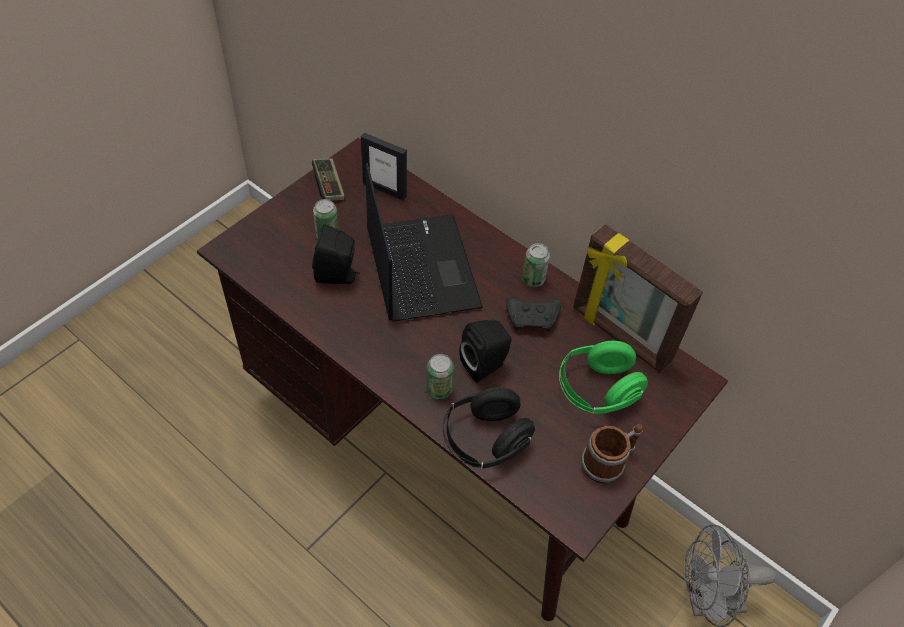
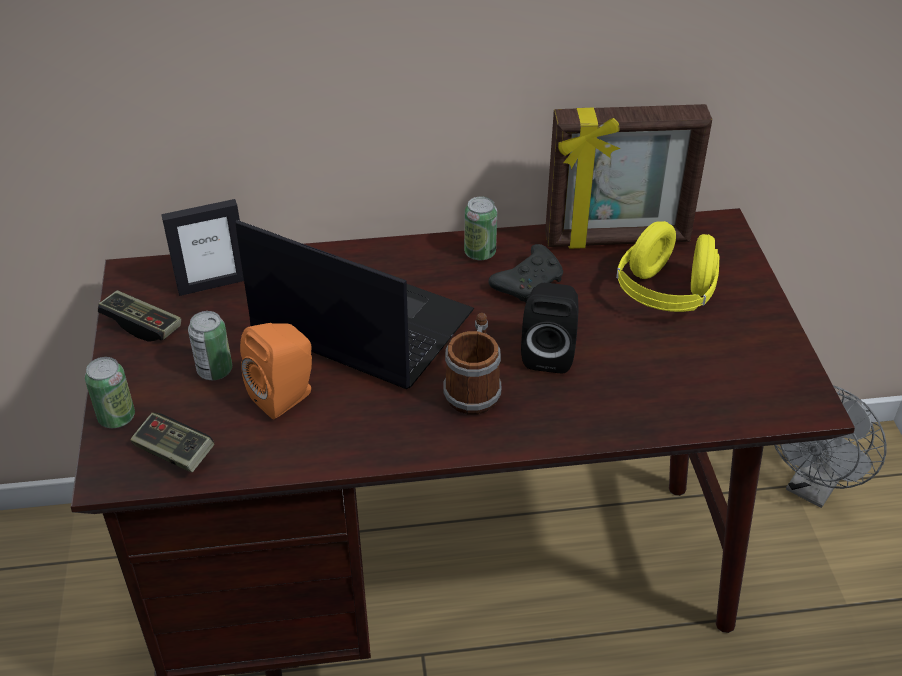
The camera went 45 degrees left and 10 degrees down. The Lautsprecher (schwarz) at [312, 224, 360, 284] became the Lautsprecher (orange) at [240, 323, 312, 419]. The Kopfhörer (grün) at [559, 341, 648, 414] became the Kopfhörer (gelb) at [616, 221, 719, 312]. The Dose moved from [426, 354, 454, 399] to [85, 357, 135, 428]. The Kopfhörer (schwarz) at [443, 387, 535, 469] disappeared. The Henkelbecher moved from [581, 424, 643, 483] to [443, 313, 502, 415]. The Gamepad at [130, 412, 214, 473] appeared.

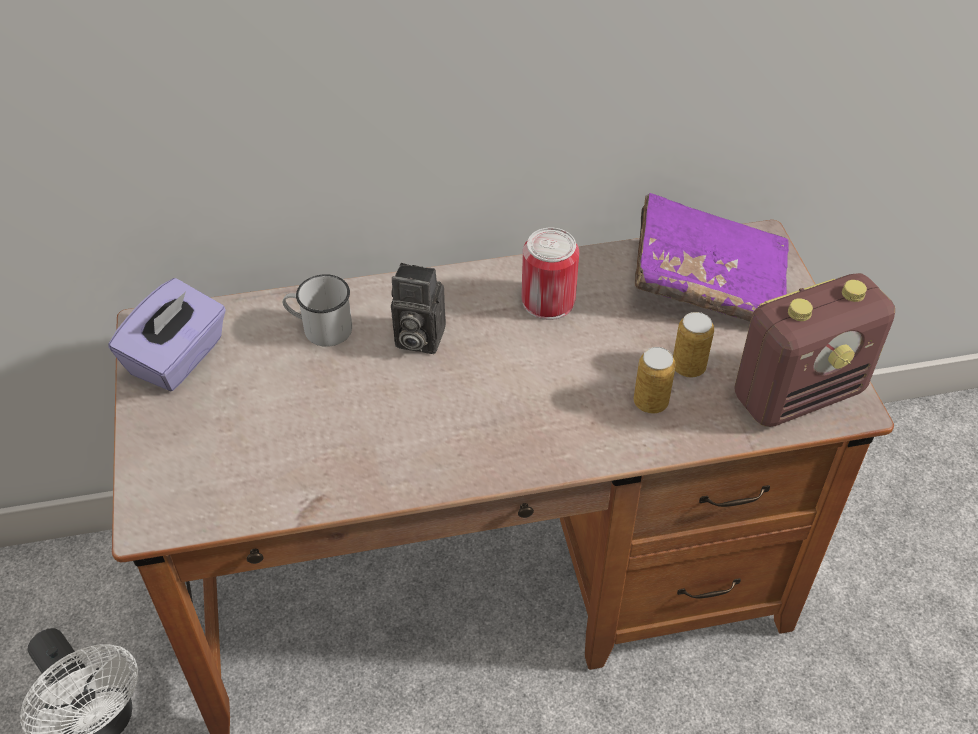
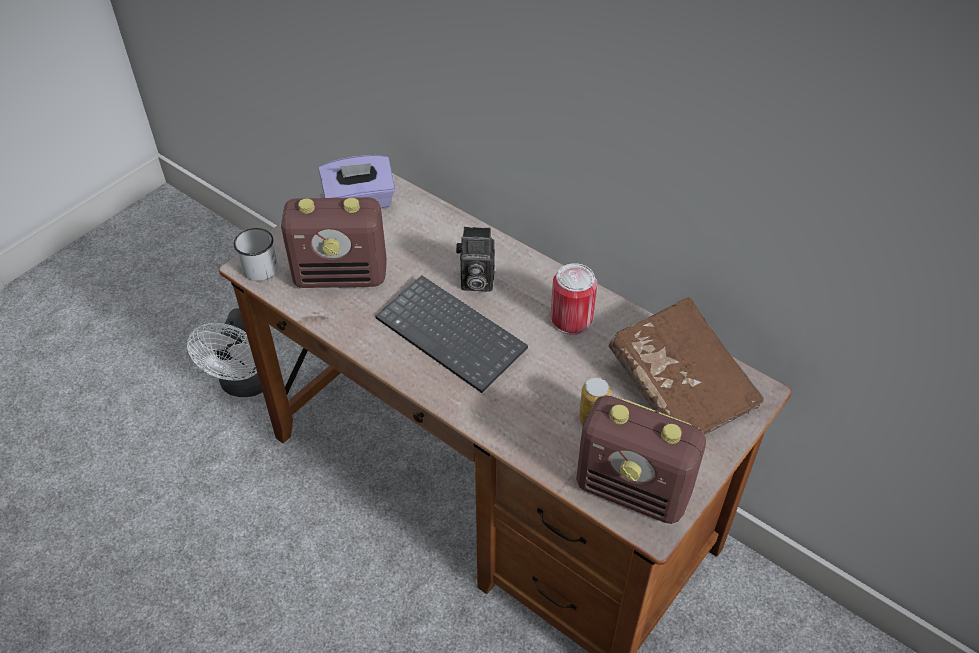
The camera went 50 degrees right and 0 degrees up. The Buch (lila) at [635, 193, 789, 322] became the Buch (braun) at [608, 297, 764, 435]. The Kamera at [391, 263, 446, 354] turned 60 degrees counterclockwise. The Henkelbecher (weiß) moved from [283, 274, 352, 347] to [234, 228, 278, 281]. The Dose at [634, 347, 676, 413] disappeared. The Radio at [281, 197, 387, 288] appeared. The Tastatur at [376, 275, 528, 393] appeared.

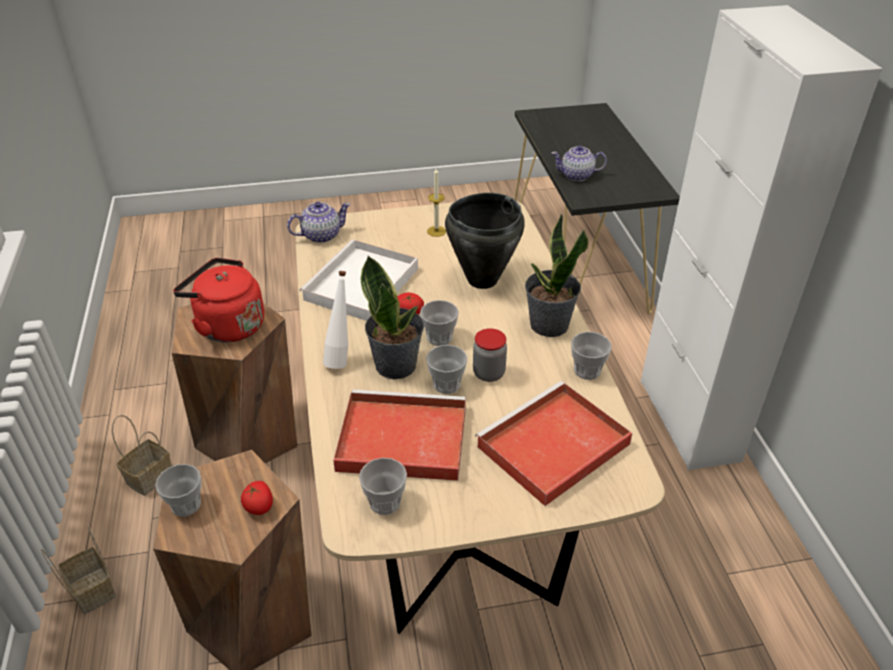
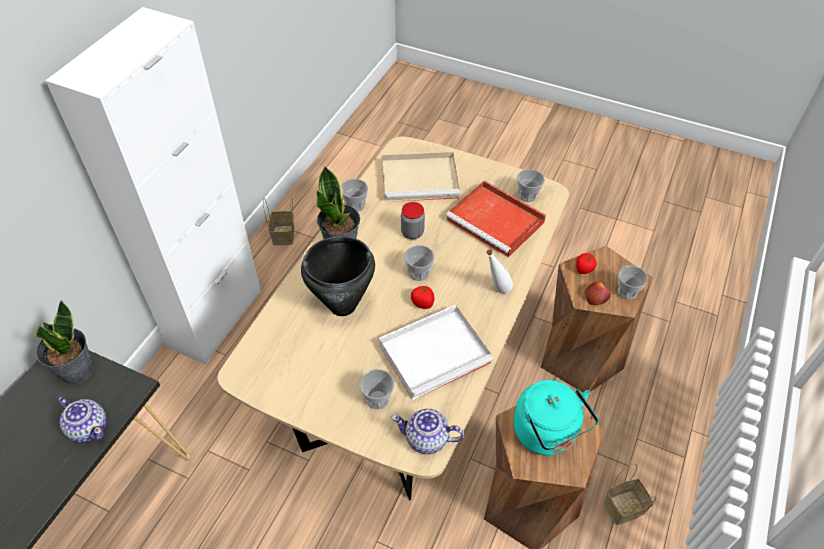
The camera went 145 degrees left and 10 degrees up. The Kerze at [427, 168, 446, 237] disappeared. The Topfpflanze moved from [361, 256, 424, 379] to [34, 299, 94, 384]. The Wasserkessel (rot) at [173, 258, 264, 342] became the Wasserkessel (türkis) at [513, 380, 599, 456]. The Tasse moved from [426, 345, 467, 394] to [359, 369, 394, 409]. The Tablett (rot) at [475, 381, 632, 506] became the Tablett (beige) at [382, 151, 460, 202]. The Korb moved from [41, 526, 116, 614] to [263, 197, 294, 245]. The Apfel at [585, 281, 611, 305] appeared.

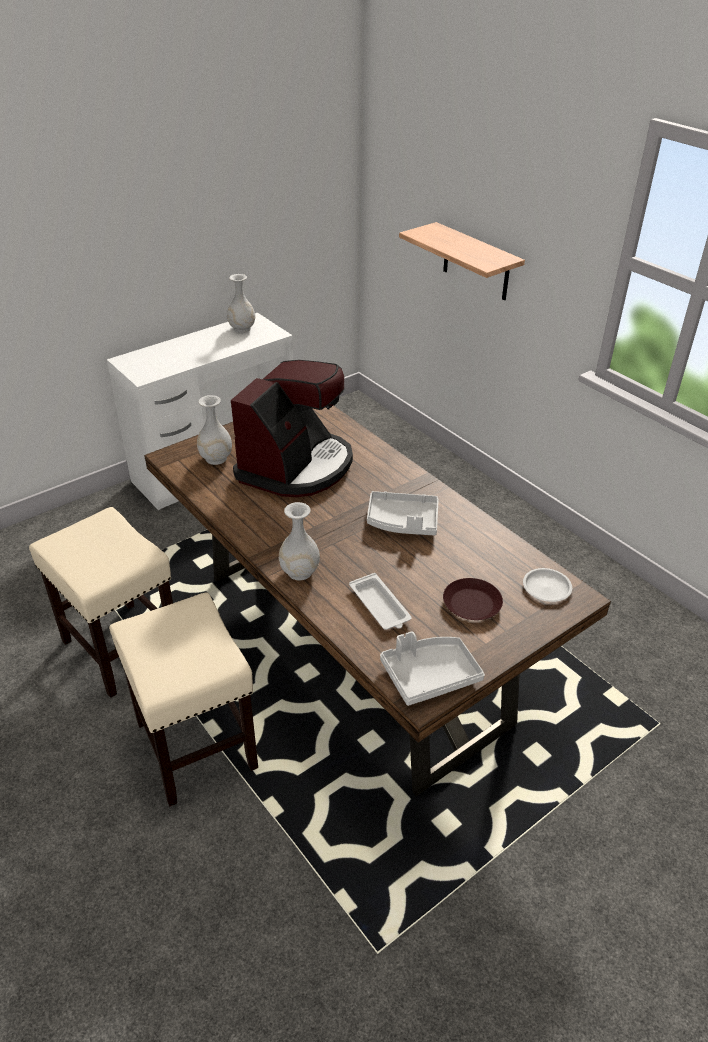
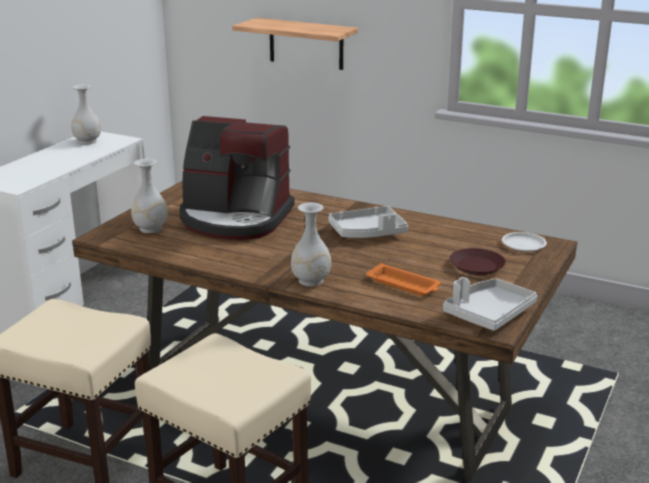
The camera went 25 degrees left and 15 degrees down. The Kaffeemaschine at [231, 360, 353, 497] turned 105 degrees clockwise. The Tablett (weiß) at [349, 573, 412, 630] became the Tablett (orange) at [366, 263, 441, 296].

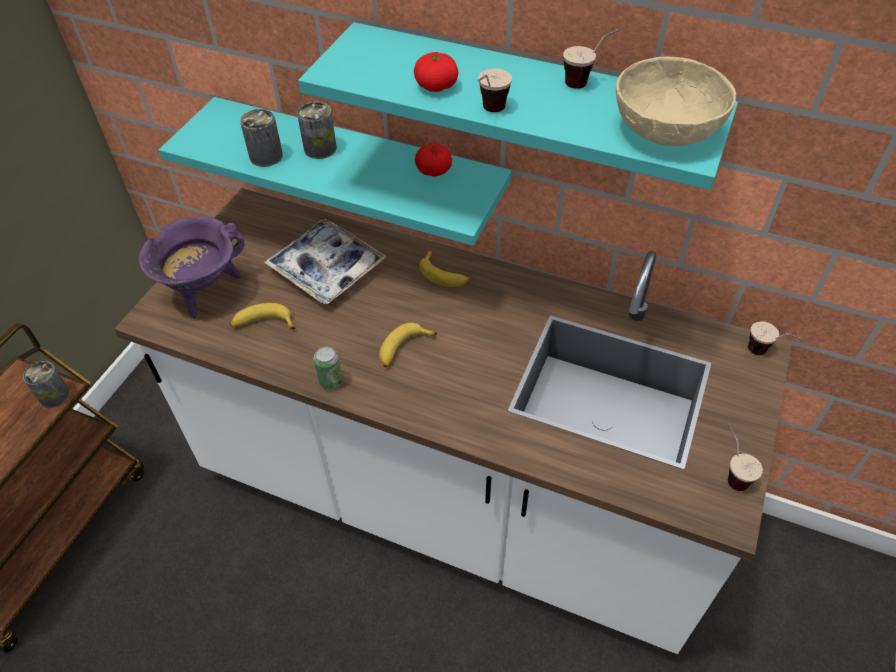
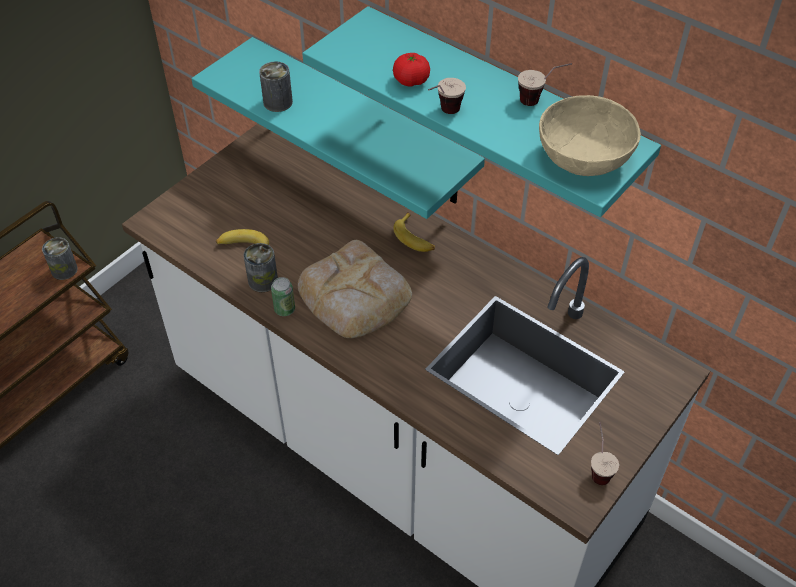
The camera went 15 degrees right and 0 degrees up. The Dose moved from [297, 101, 337, 159] to [244, 243, 278, 292]. The Tomate at [415, 143, 452, 177] disappeared. The Kochtopf (lila) at [138, 217, 245, 318] disappeared. The Tablett at [264, 219, 387, 304] disappeared. The Tasse at [748, 322, 805, 355] disappeared. The Banane at [379, 323, 437, 367] was replaced by the Brot at [298, 240, 412, 338].

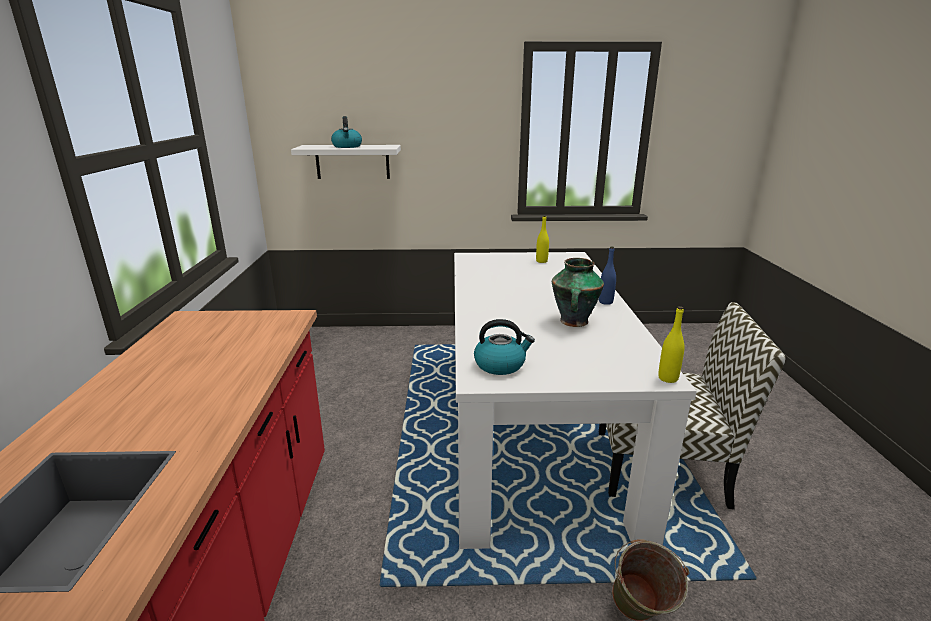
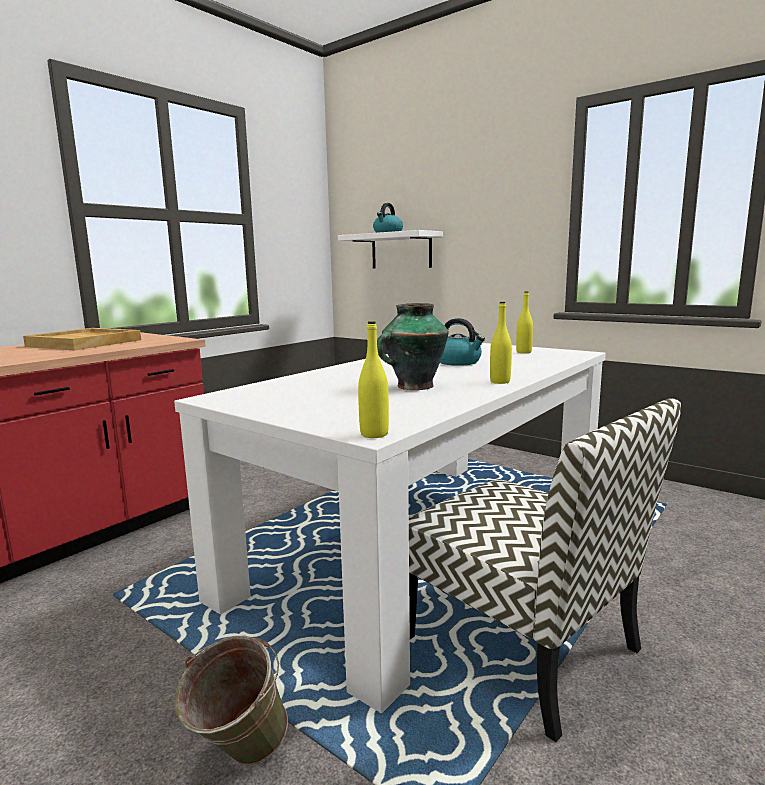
The camera went 40 degrees right and 10 degrees down. The Flasche (blau) at [599, 247, 616, 305] became the Flasche (gelb) at [490, 302, 512, 384]. The Wasserkessel moved from [474, 319, 535, 375] to [440, 318, 485, 366]. The Tablett (beige) at [23, 328, 141, 351] appeared.

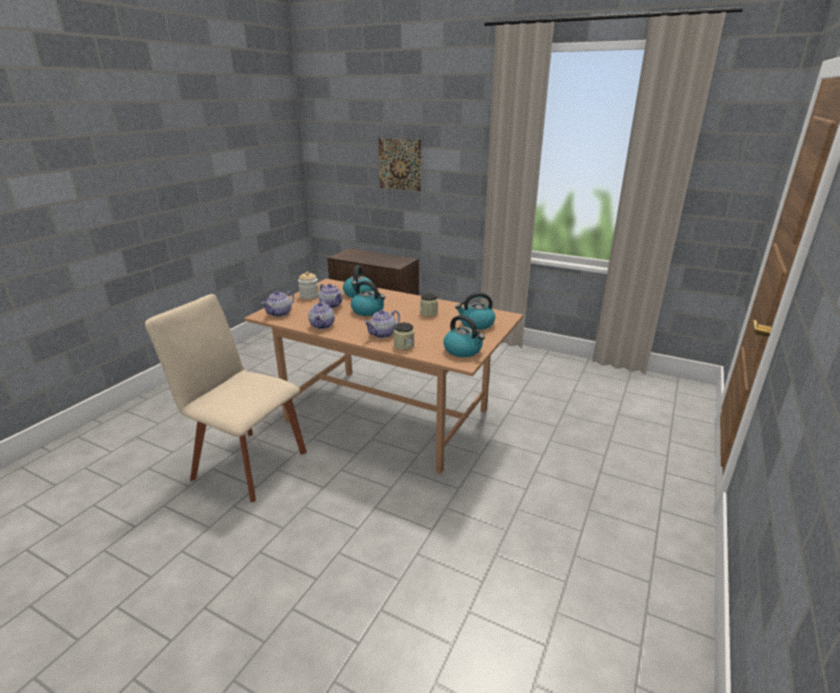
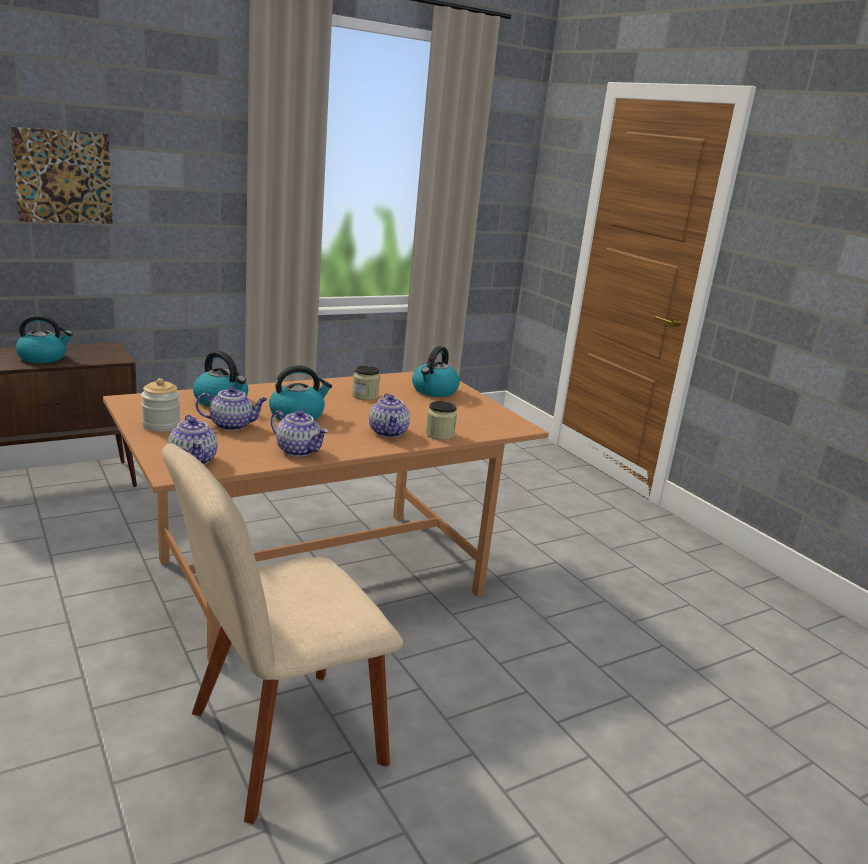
The camera went 60 degrees left and 5 degrees down. The Wasserkessel moved from [443, 315, 485, 357] to [16, 315, 73, 363].

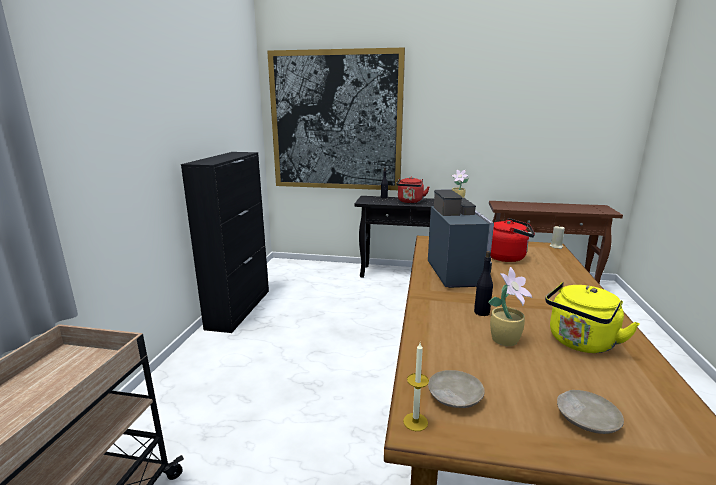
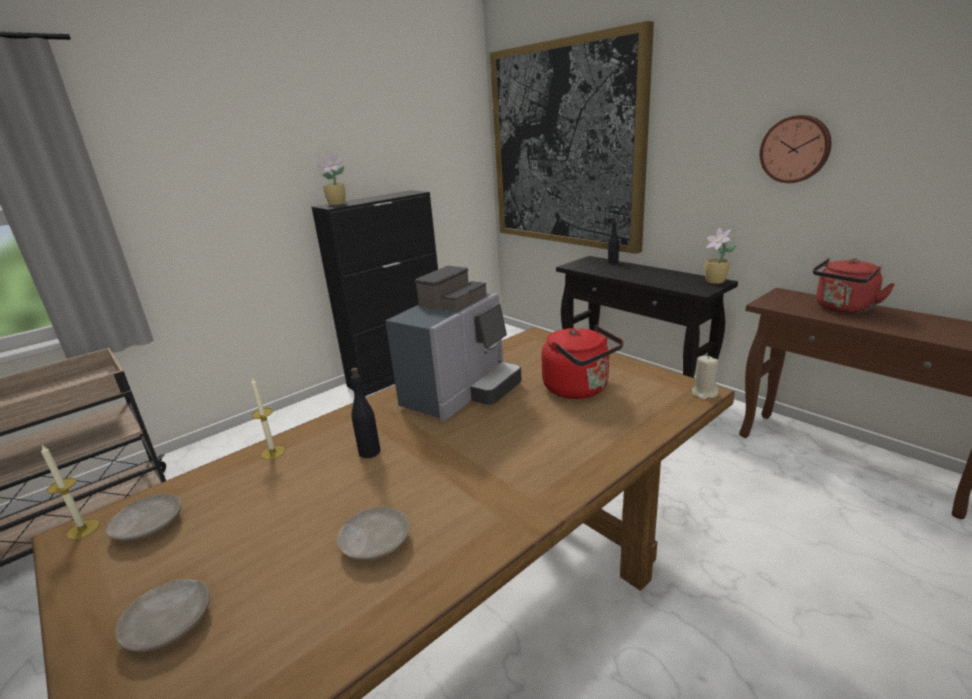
The camera went 40 degrees right and 5 degrees up. The Wasserkessel (rot) moved from [396, 177, 429, 203] to [813, 258, 895, 313]. The Topfpflanze moved from [488, 267, 532, 346] to [317, 153, 345, 205]. The Wasserkessel (gelb) at [545, 282, 640, 353] was replaced by the Teller (beige) at [337, 507, 410, 561]. The Wanduhr at [760, 115, 831, 183] appeared. The Kerze at [251, 378, 285, 460] appeared.

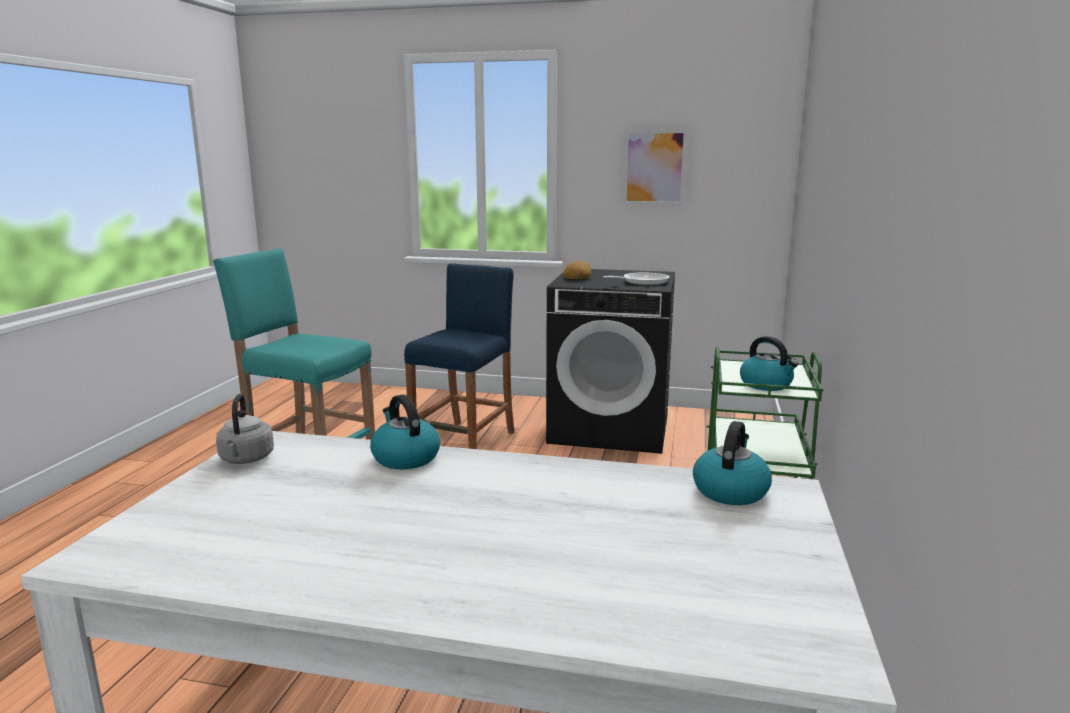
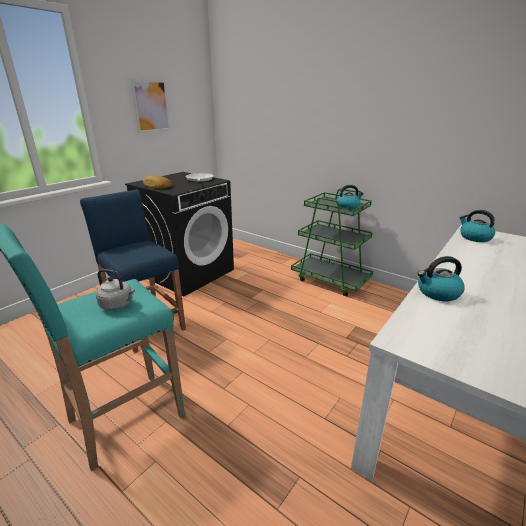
The camera went 65 degrees left and 10 degrees up. The Wasserkessel (grau) moved from [216, 394, 274, 464] to [96, 269, 135, 310].

